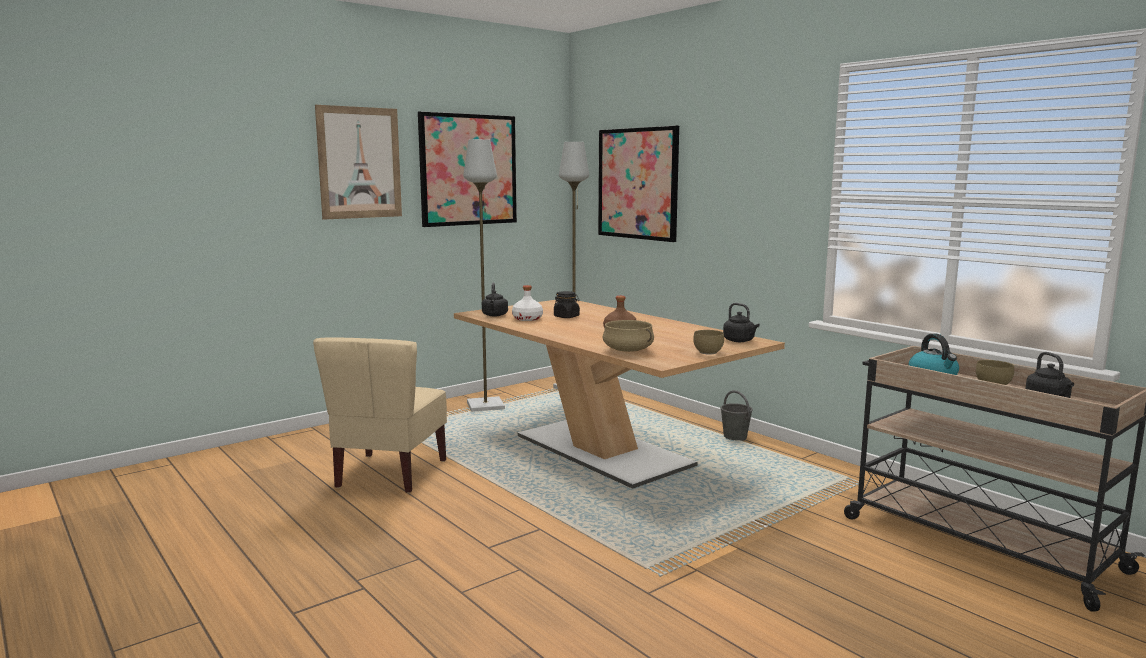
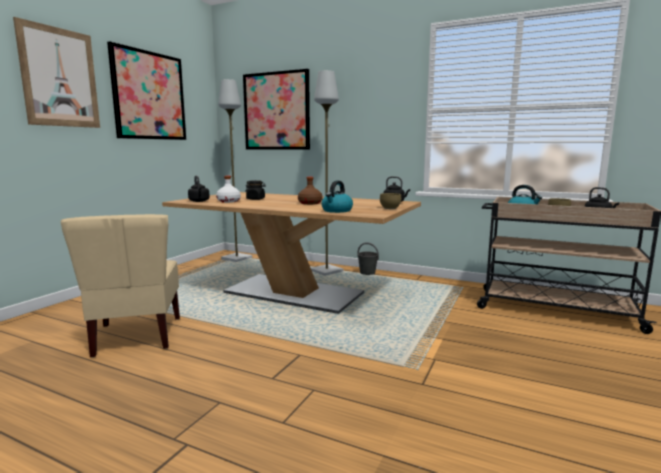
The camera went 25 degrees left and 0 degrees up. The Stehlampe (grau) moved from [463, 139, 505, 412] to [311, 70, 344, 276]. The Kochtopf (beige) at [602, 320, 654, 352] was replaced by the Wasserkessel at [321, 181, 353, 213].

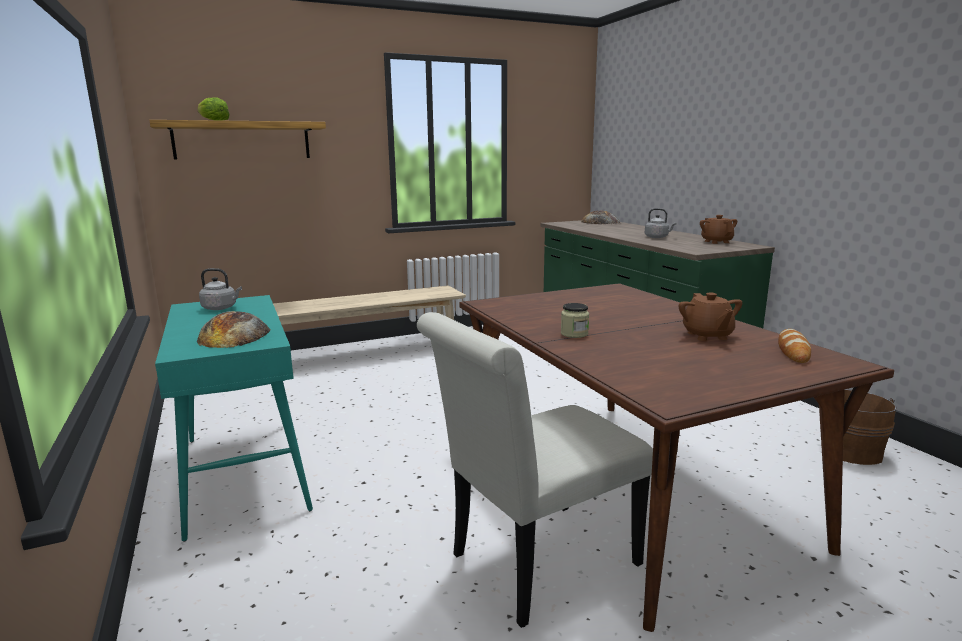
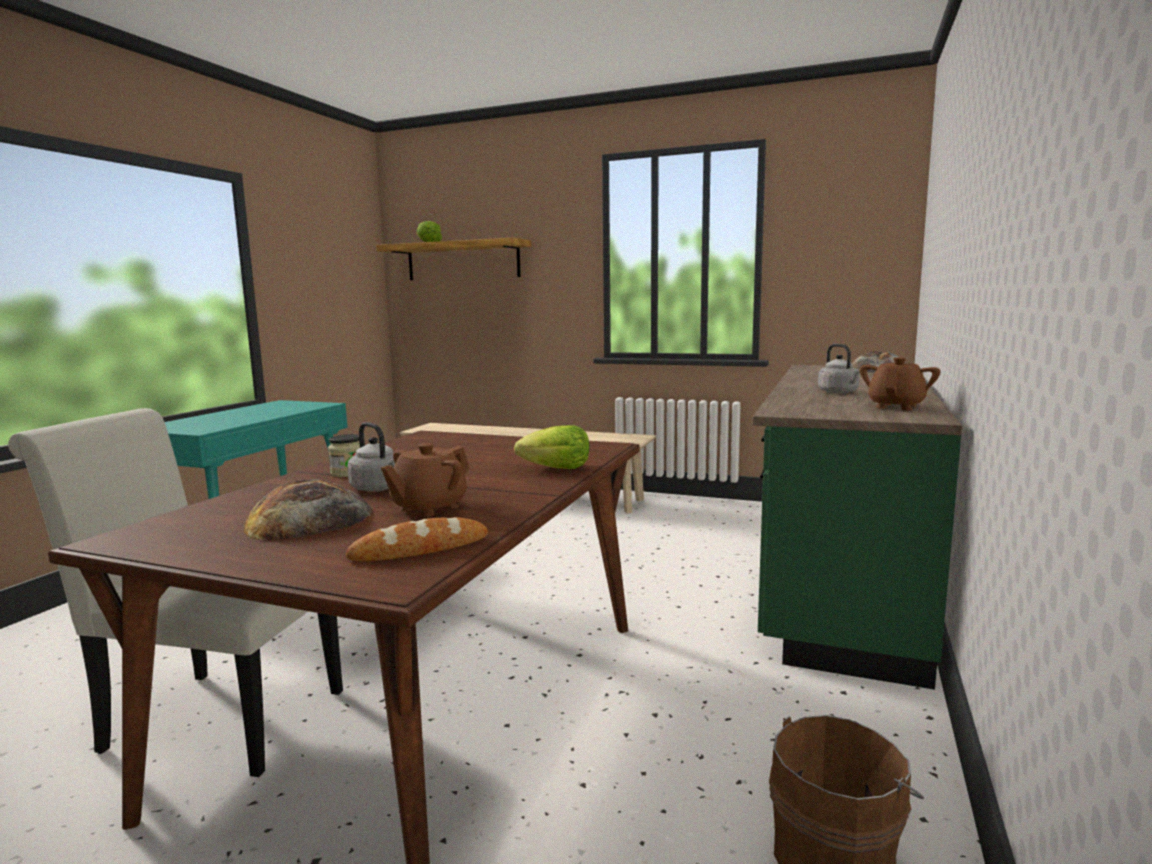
The camera went 45 degrees right and 5 degrees down. The Wasserkessel (grau) moved from [199, 268, 242, 310] to [347, 422, 395, 492]. The Brot moved from [197, 311, 270, 348] to [243, 479, 373, 540]. The Salatkopf at [514, 425, 589, 469] appeared.

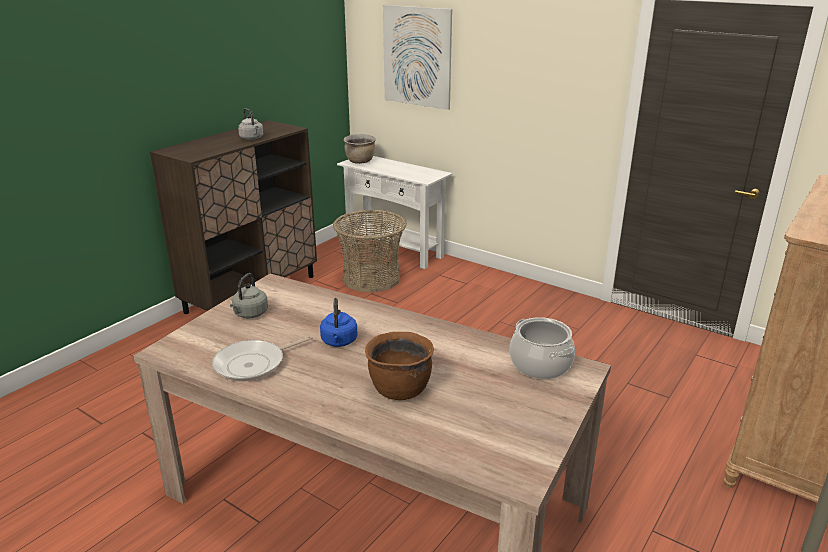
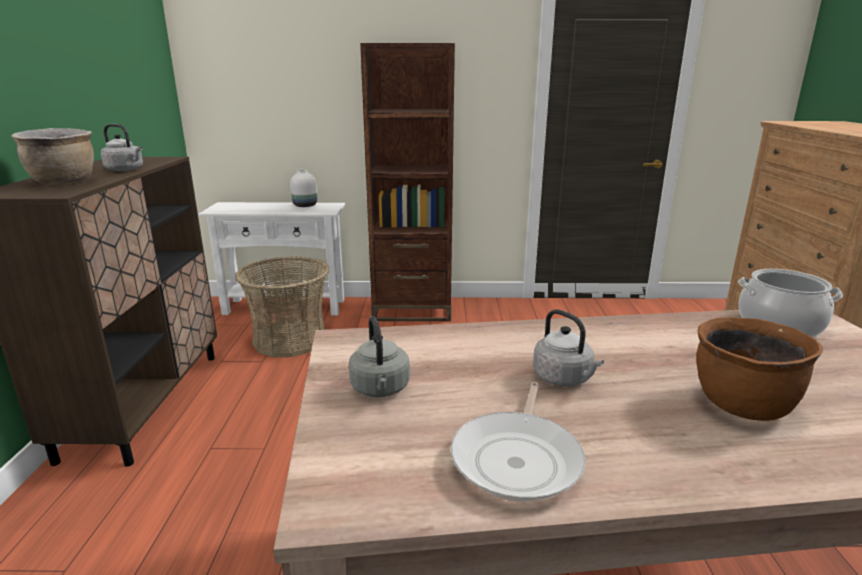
The camera went 35 degrees left and 5 degrees down. The Bild at [383, 5, 452, 110] disappeared. The Kochtopf (braun) moved from [343, 134, 376, 164] to [11, 128, 94, 185]. The Wasserkessel (blau) at [320, 298, 357, 347] became the Wasserkessel (grau) at [533, 309, 604, 387]. The Bücherregal (braun) at [360, 43, 455, 321] appeared. The Vase (weiß) at [290, 170, 317, 207] appeared.

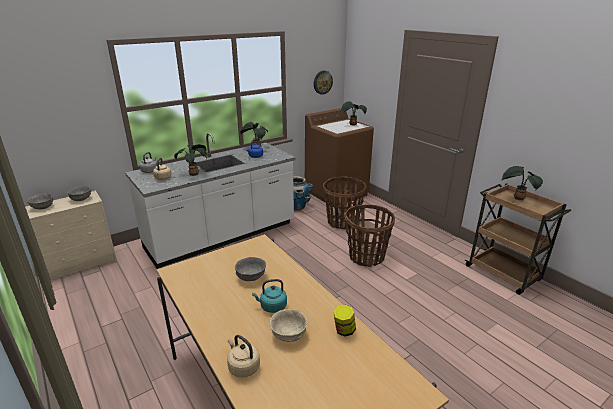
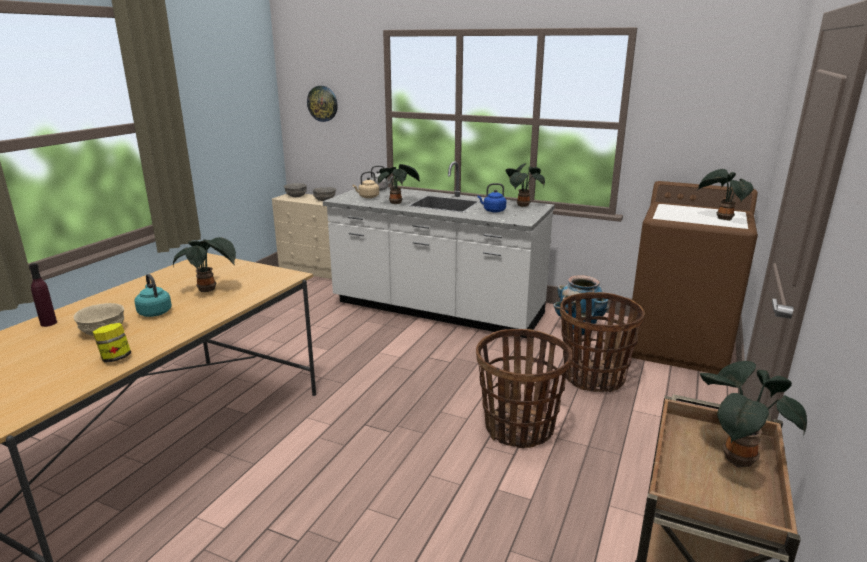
The camera went 60 degrees right and 5 degrees down. The Wanduhr moved from [314, 71, 333, 95] to [307, 86, 338, 122]. The Schüssel (grau) at [235, 257, 266, 281] was replaced by the Topfpflanze at [173, 237, 236, 292]. The Wasserkessel (beige) at [227, 335, 260, 378] was replaced by the Flasche (lila) at [29, 263, 57, 327].

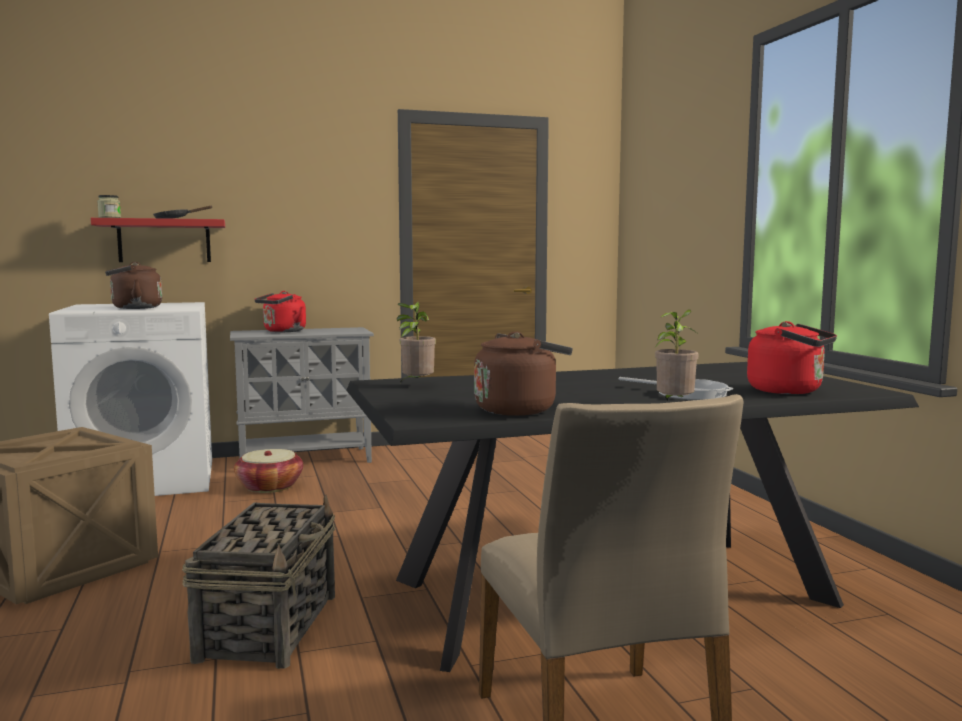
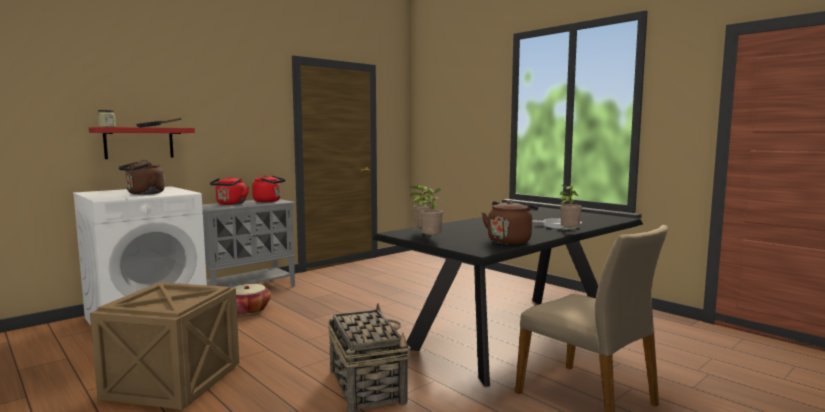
The camera went 25 degrees left and 0 degrees up. The Wasserkessel (rot) moved from [747, 321, 837, 394] to [252, 175, 286, 202]. The Topfpflanze at [420, 188, 443, 237] appeared.

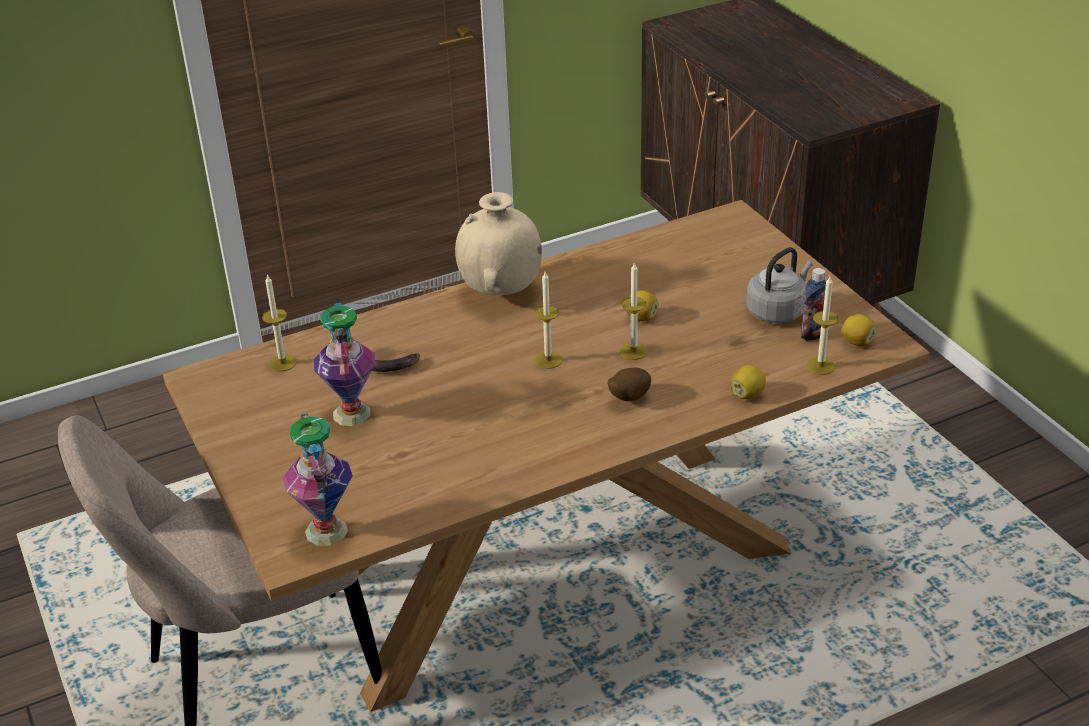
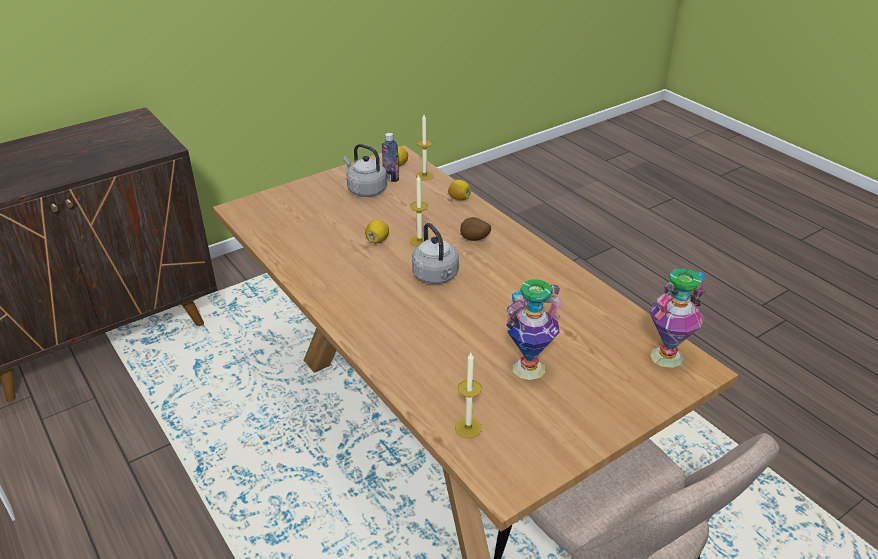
The camera went 100 degrees left and 0 degrees up. The Vase (beige) at [455, 192, 542, 295] disappeared. The Kerze at [534, 272, 563, 369] was replaced by the Wasserkessel (grau) at [412, 223, 459, 284]. The Banane at [372, 353, 420, 372] disappeared.

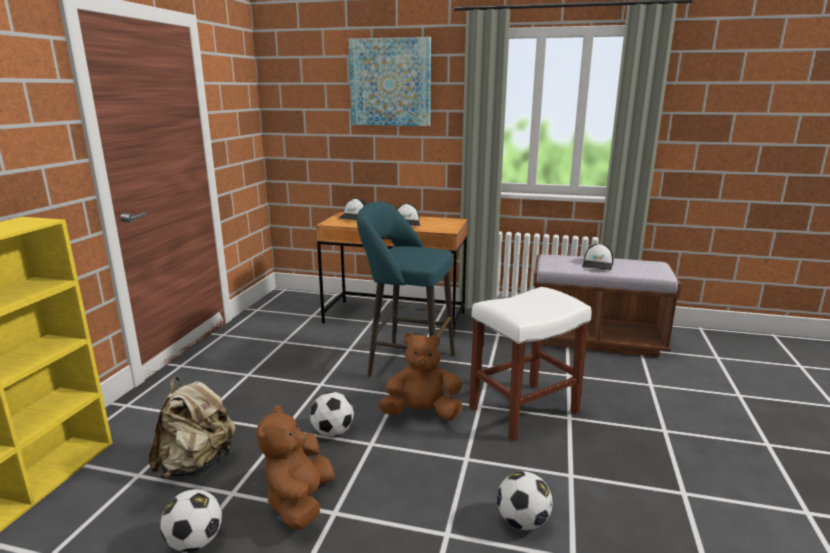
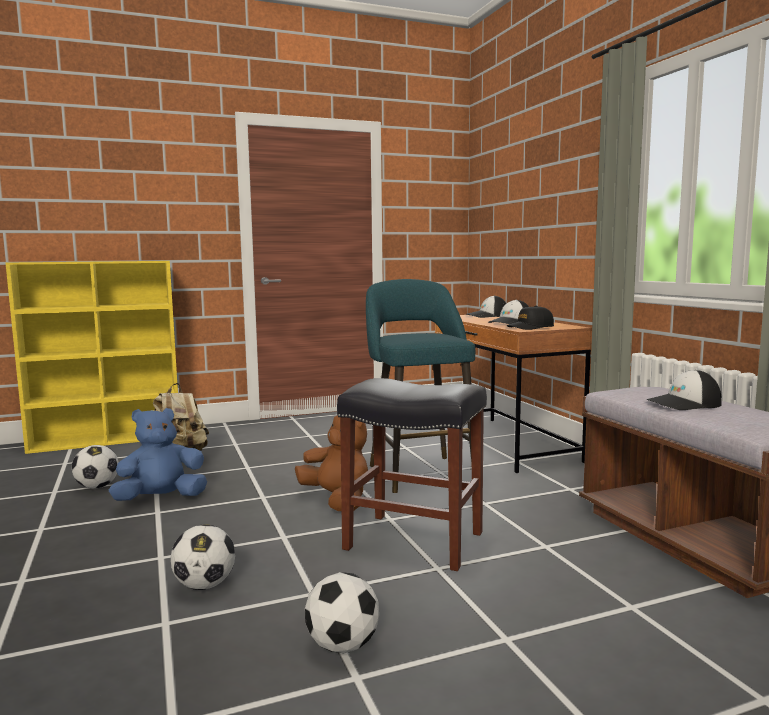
The camera went 55 degrees right and 10 degrees down. The Bild at [349, 37, 431, 126] disappeared. The Hocker (weiß) at [469, 287, 591, 441] became the Hocker (schwarz) at [337, 378, 487, 571]. The Fußball moved from [310, 392, 354, 437] to [305, 572, 379, 653]. The Plüschtier (braun) at [256, 405, 335, 530] became the Plüschtier (blau) at [108, 408, 207, 501]. The Kappe (schwarz) at [507, 306, 554, 330] appeared.

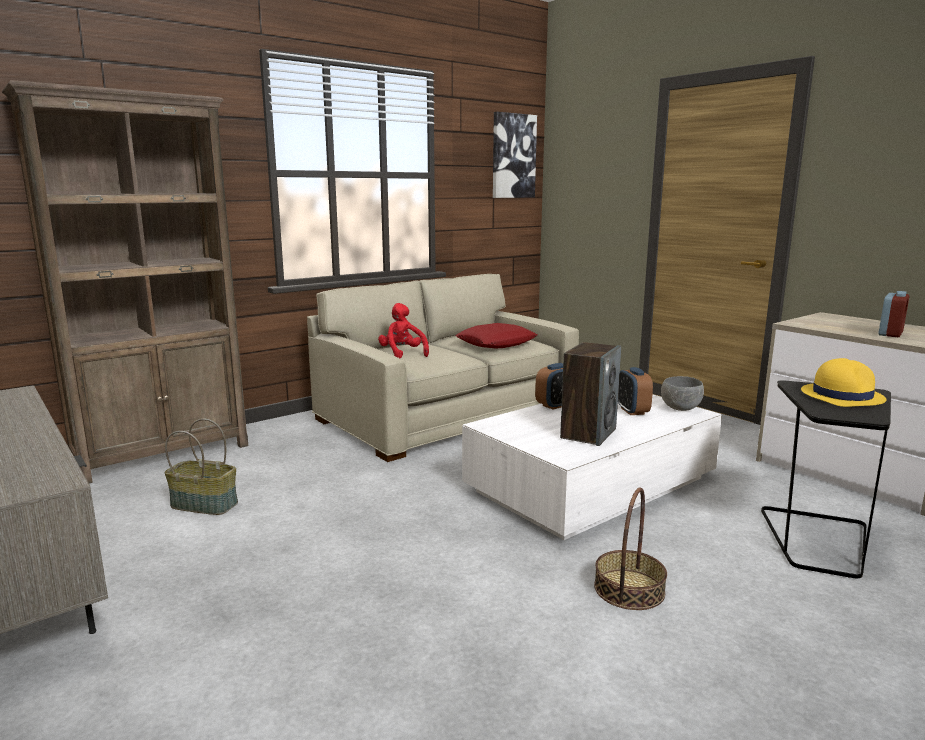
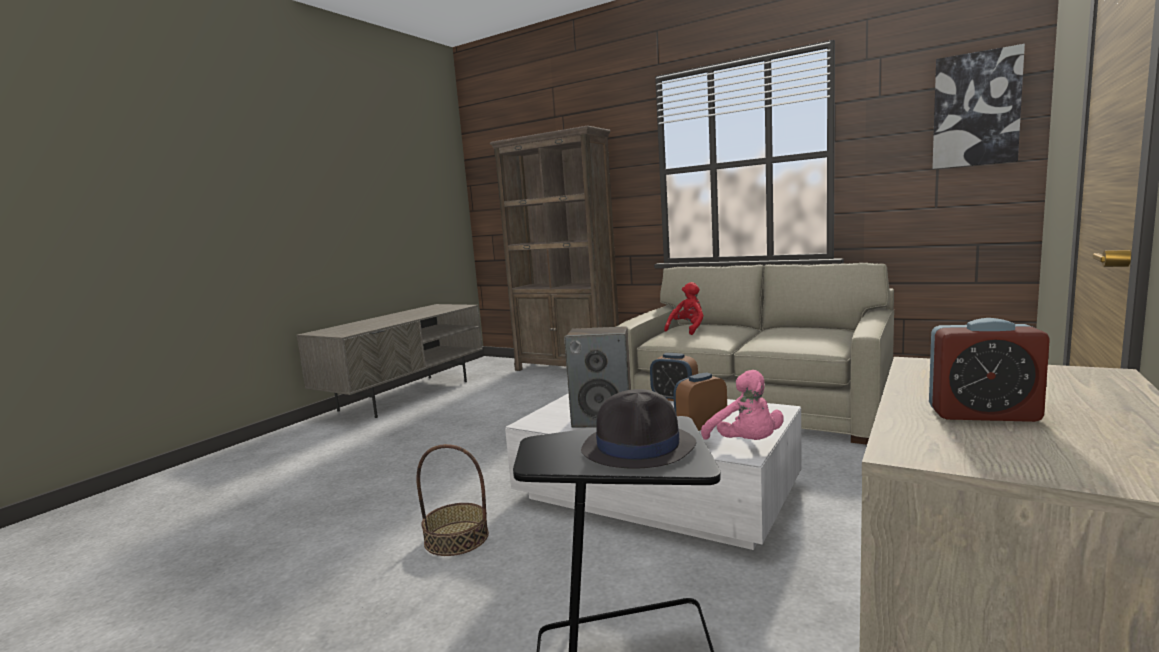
The camera went 70 degrees right and 5 degrees down. The Kissen (rot) at [455, 323, 537, 349] disappeared. The Hut (gelb) at [801, 358, 886, 407] became the Hut (schwarz) at [581, 389, 696, 468]. The Schüssel (grau) at [661, 376, 704, 411] was replaced by the Plüschtier (rosa) at [701, 370, 784, 440]. The Korb at [164, 419, 238, 515] disappeared.

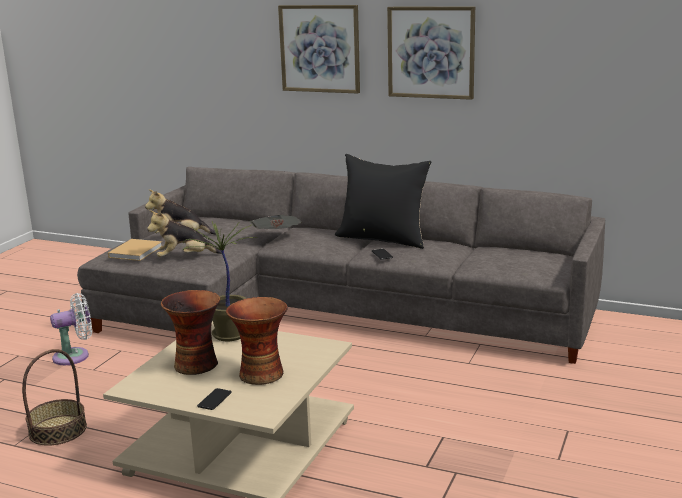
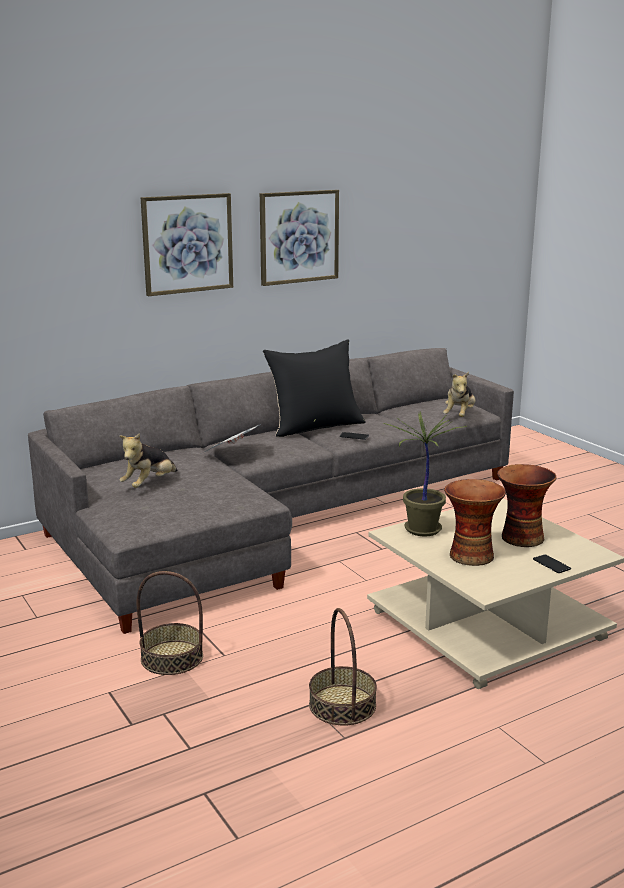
The camera went 55 degrees left and 0 degrees up. The Plüschtier moved from [147, 210, 222, 257] to [443, 372, 475, 417]. The Buch (beige) at [108, 239, 162, 261] disappeared. The Ventilator (weiß) at [50, 293, 92, 365] was replaced by the Korb at [137, 571, 203, 675].

